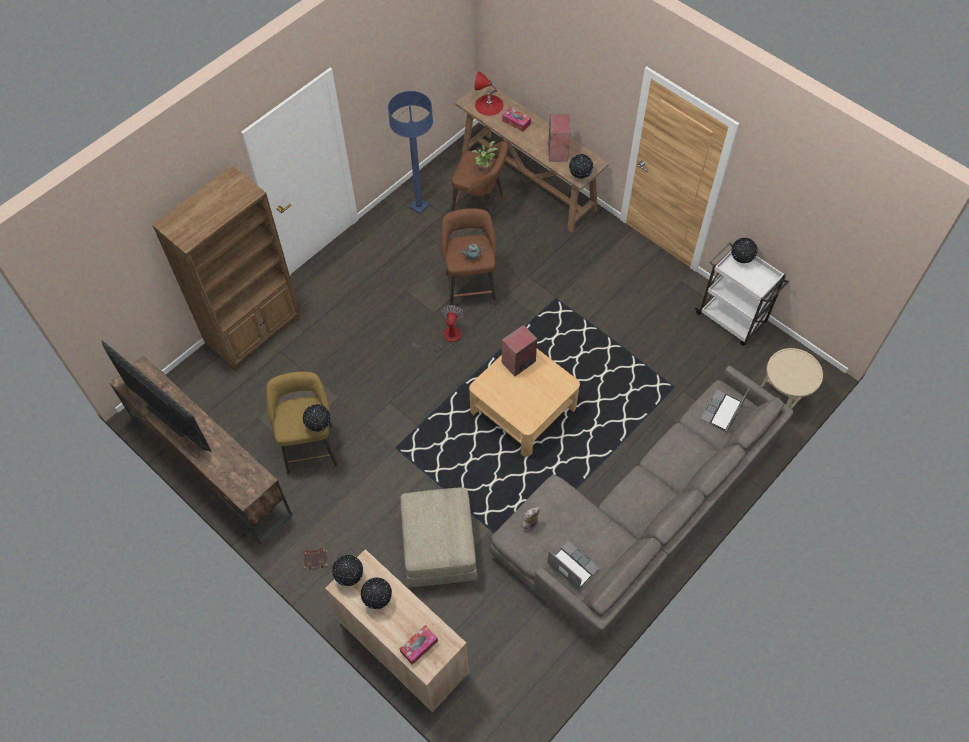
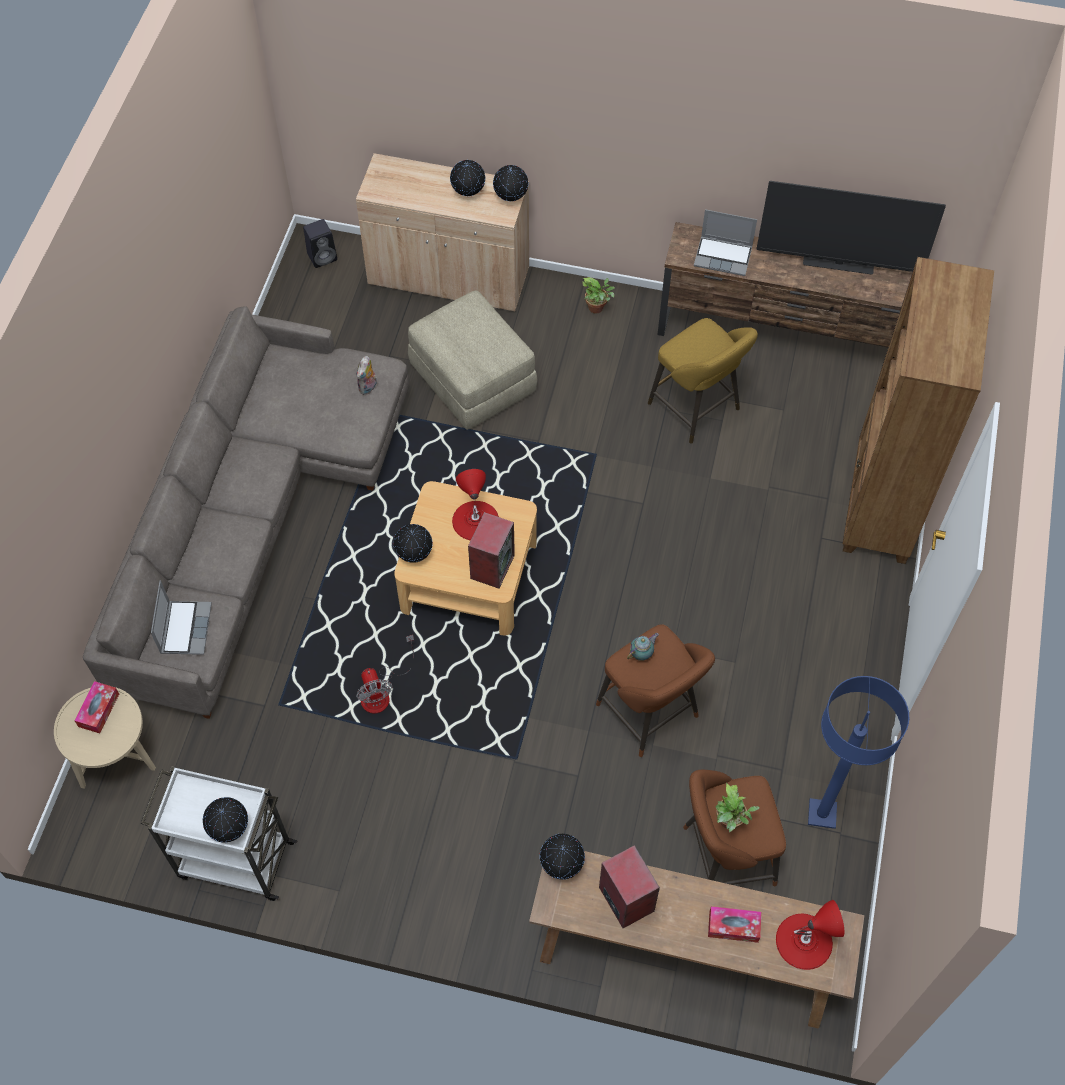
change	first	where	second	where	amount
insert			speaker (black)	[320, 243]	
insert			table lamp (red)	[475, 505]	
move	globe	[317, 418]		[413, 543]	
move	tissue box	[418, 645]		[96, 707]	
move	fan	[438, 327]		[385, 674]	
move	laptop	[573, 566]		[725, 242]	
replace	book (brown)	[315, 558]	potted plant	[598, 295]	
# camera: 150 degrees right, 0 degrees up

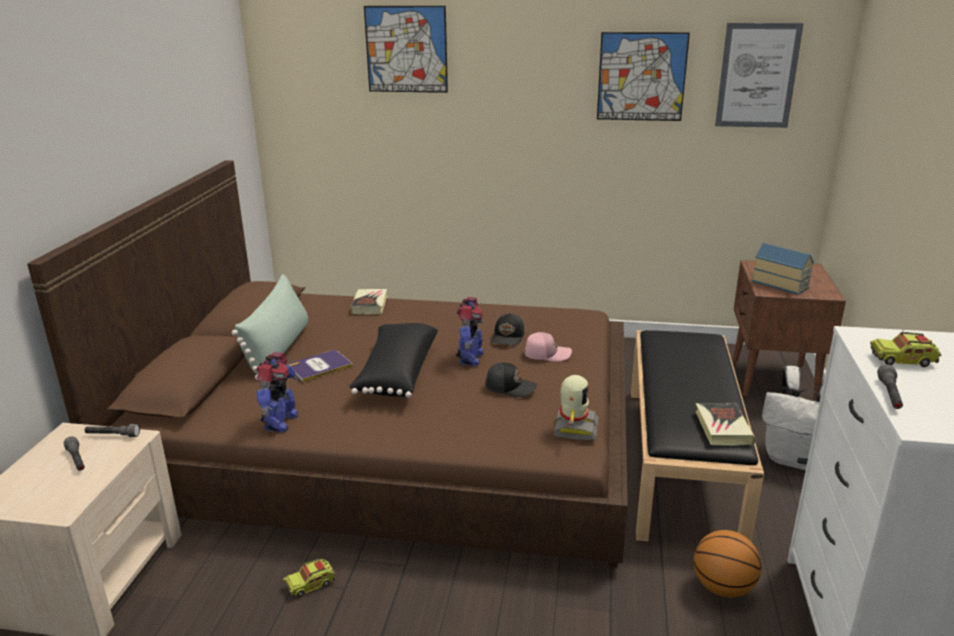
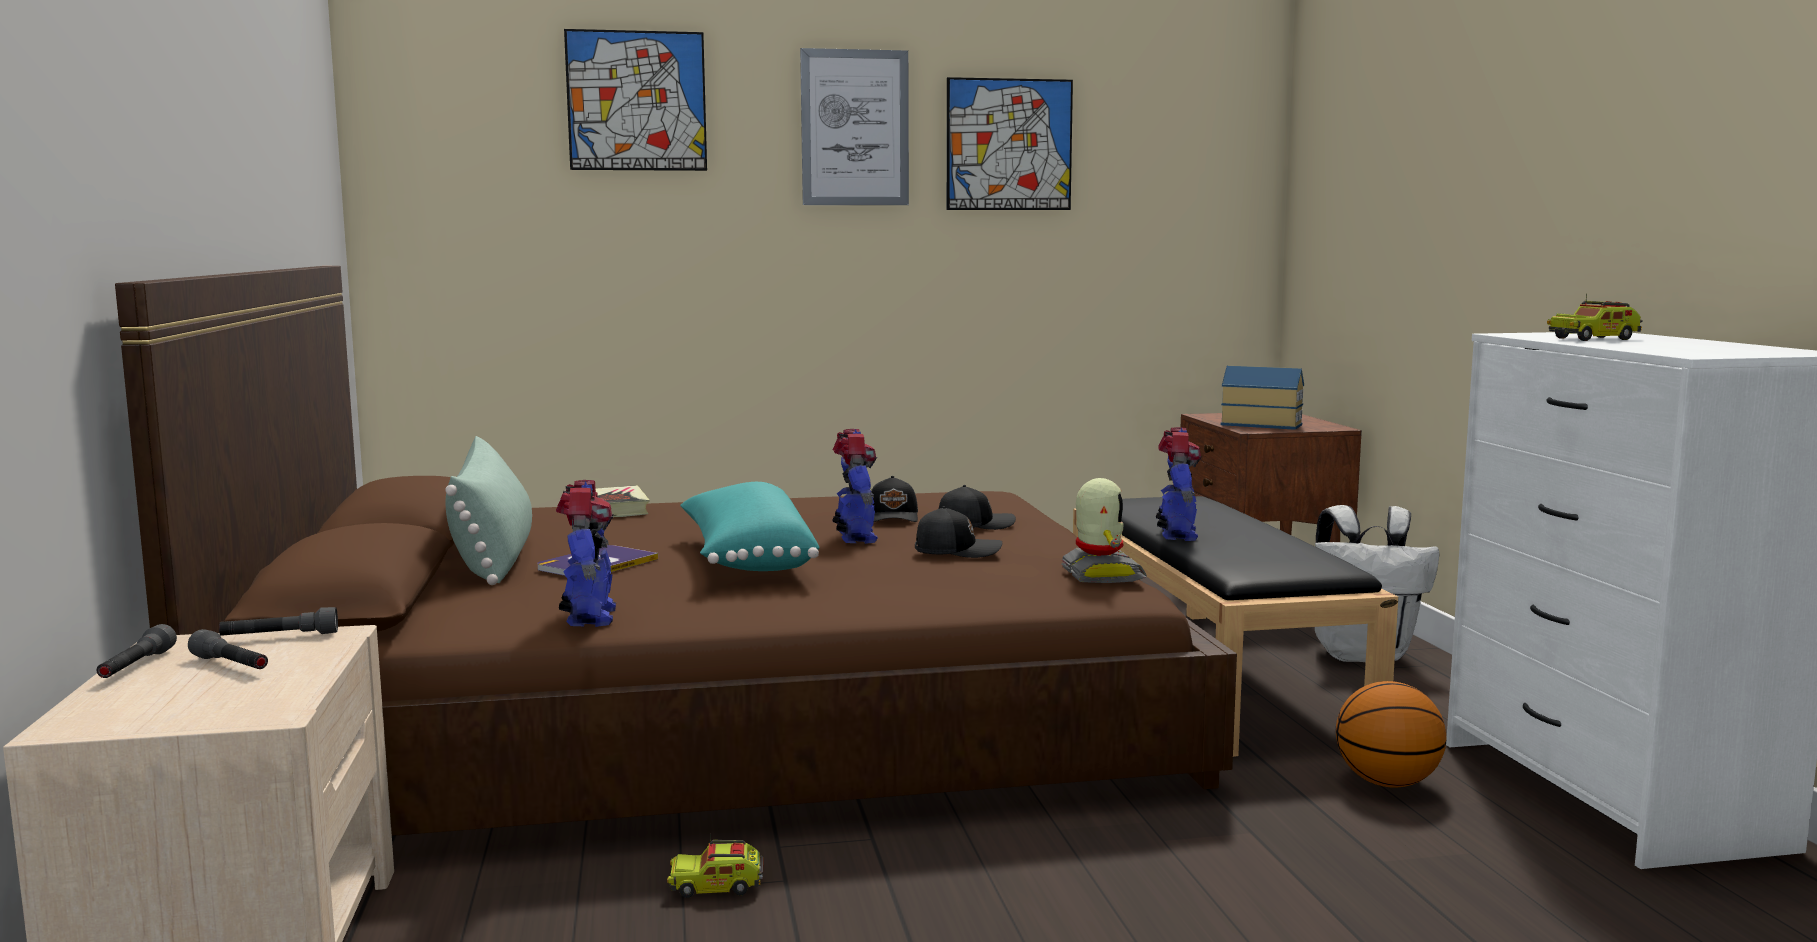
change	first	where	second	where	amount
delete	book	[725, 424]			
insert			toy robot	[1179, 484]	
move	picture	[759, 75]		[854, 126]	
move	flashlight (grey)	[890, 386]		[137, 651]	
recolor	pillow (black)	[393, 360]	pillow (turquoise)	[750, 526]	
recolor	cap (pink)	[548, 347]	cap (black)	[977, 507]	
rotate	toy truck	[309, 578]		[715, 866]	45 degrees clockwise
# camera: 20 degrees left, 15 degrees down

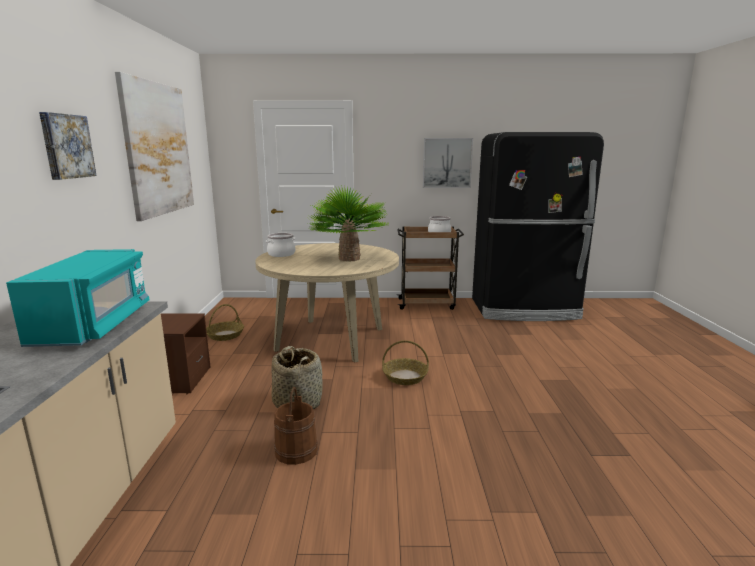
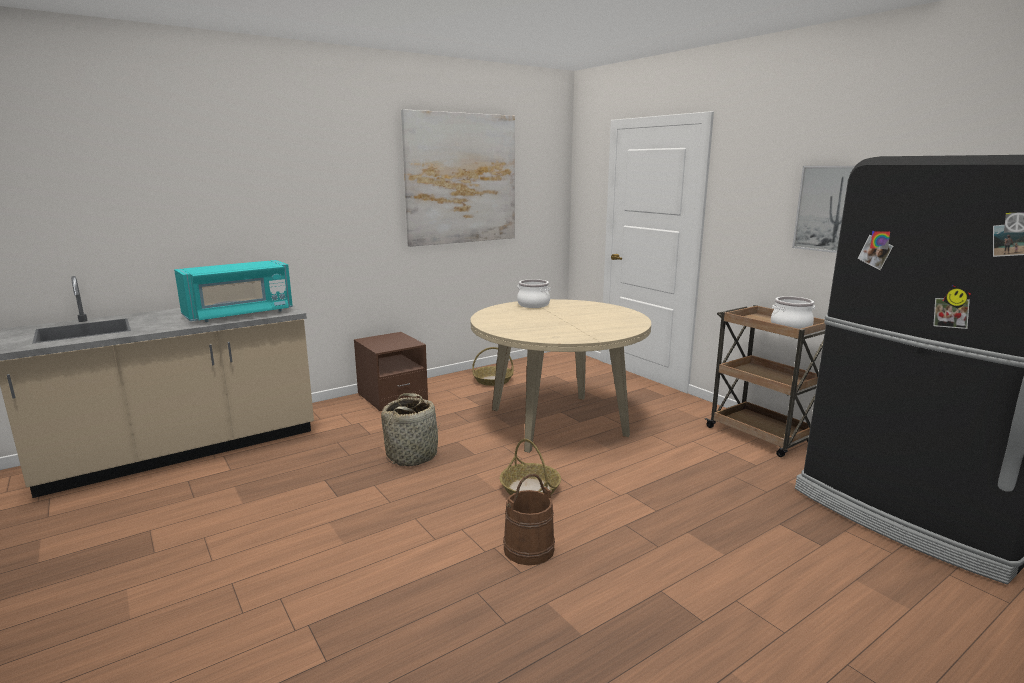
change	first	where	second	where	amount
delete	picture	[68, 146]			
delete	potted plant	[348, 223]			
move	bucket (brown)	[296, 426]		[529, 519]	
# camera: 55 degrees right, 0 degrees up

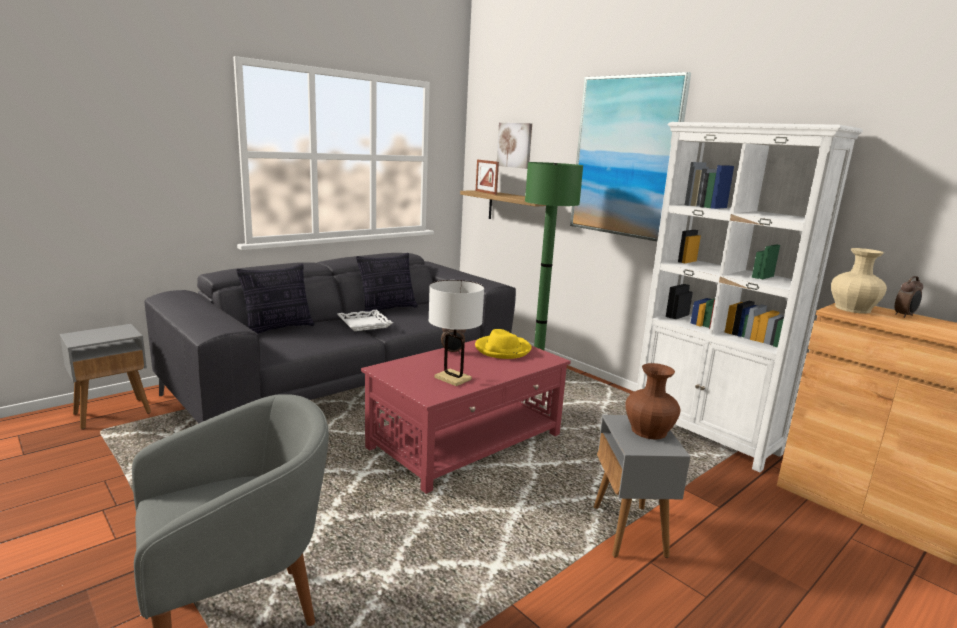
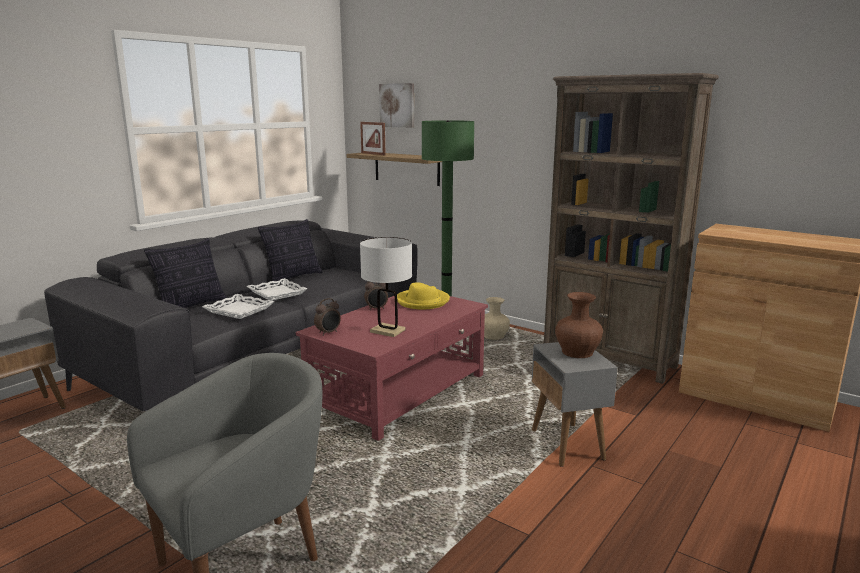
change	first	where	second	where	amount
delete	picture	[630, 156]			
insert			tray (white)	[238, 306]	
move	vase (beige)	[859, 281]		[497, 318]	
move	alarm clock	[909, 297]		[327, 317]	
recolor	bookcase (white)	[749, 297]	bookcase (brown)	[631, 228]	
# camera: 10 degrees left, 0 degrees up

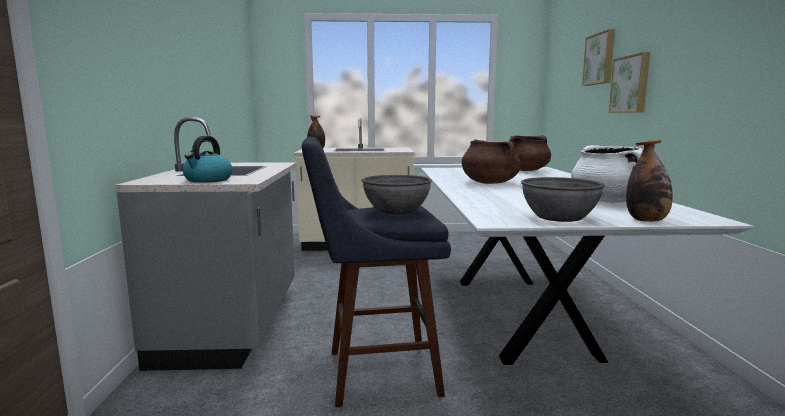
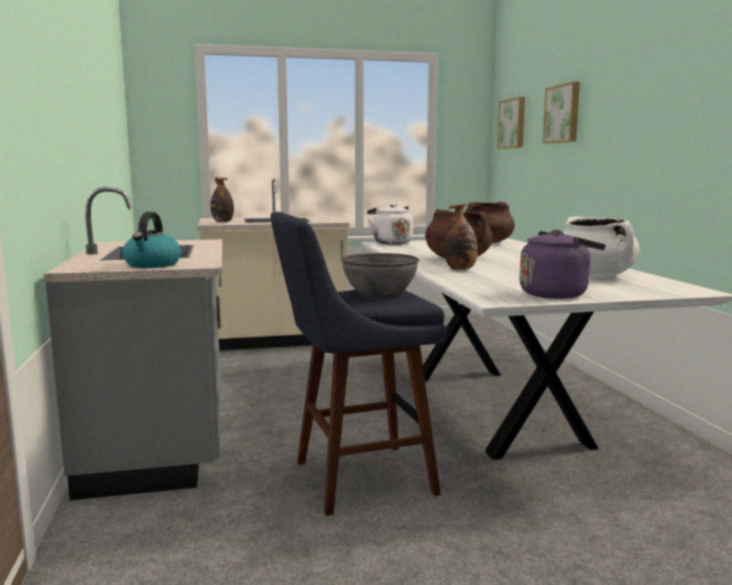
change	first	where	second	where	amount
insert			kettle (white)	[390, 224]	
move	picture	[629, 82]		[511, 123]	
move	bottle	[649, 181]		[461, 237]	
replace	bowl (grey)	[563, 199]	kettle (purple)	[563, 264]	
# camera: 10 degrees left, 0 degrees up

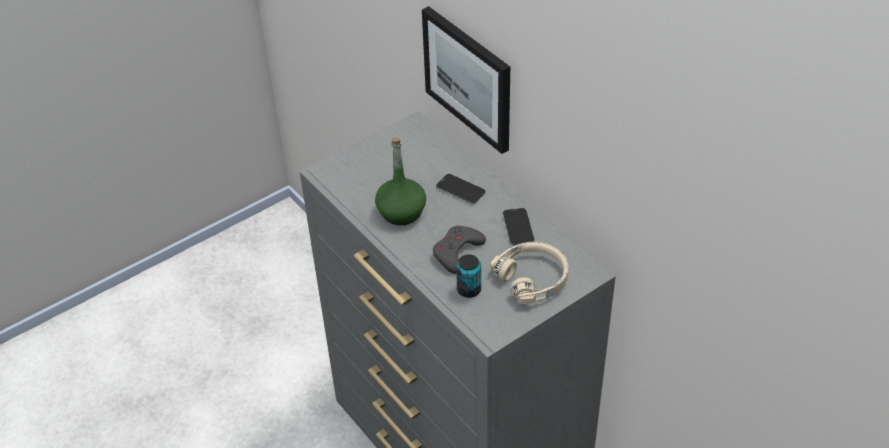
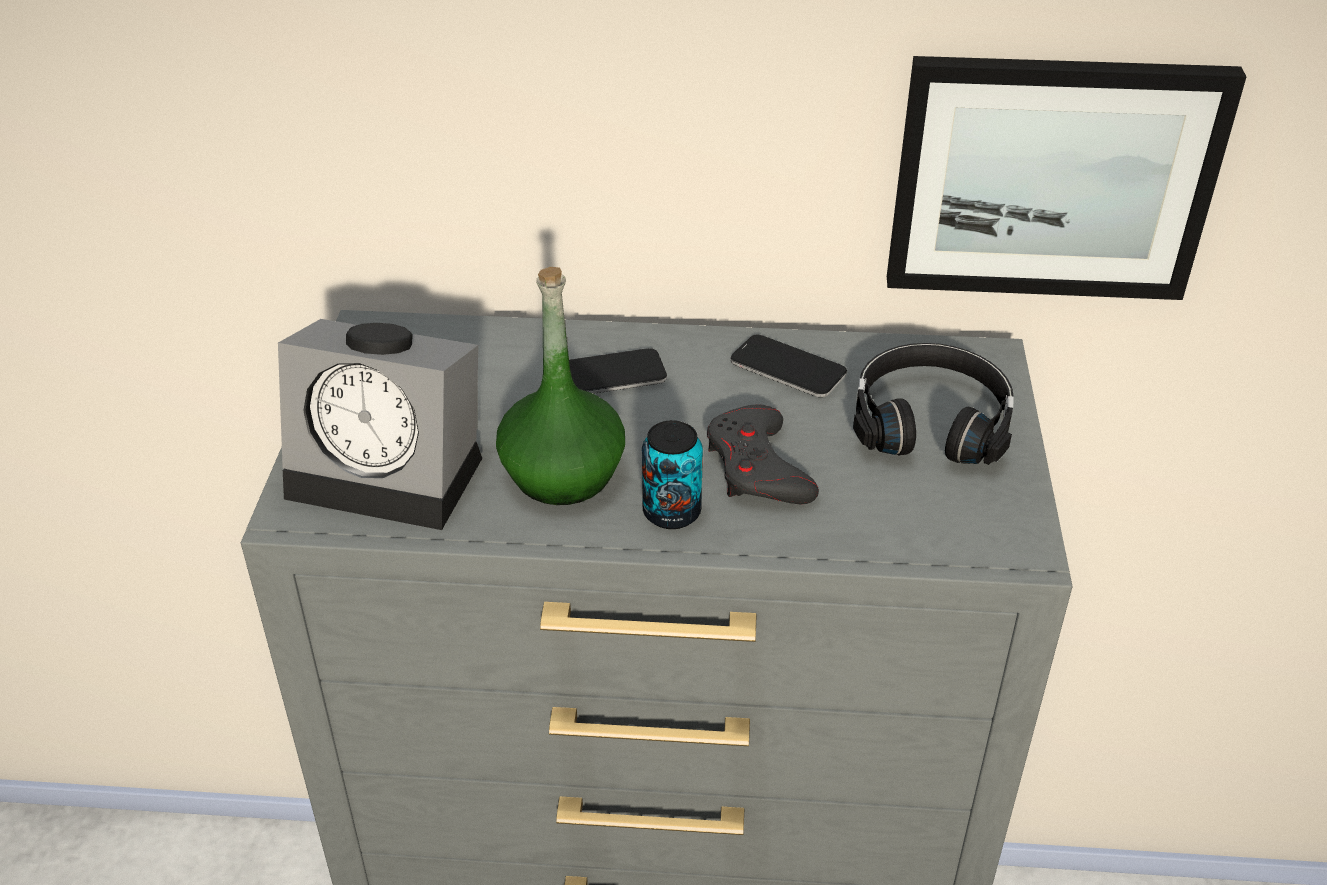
change	first	where	second	where	amount
insert			alarm clock	[380, 424]	
move	picture	[466, 80]		[1067, 178]	
move	can	[468, 276]		[672, 474]	
recolor	headphones (beige)	[529, 273]	headphones (black)	[933, 404]	
# camera: 50 degrees left, 5 degrees down

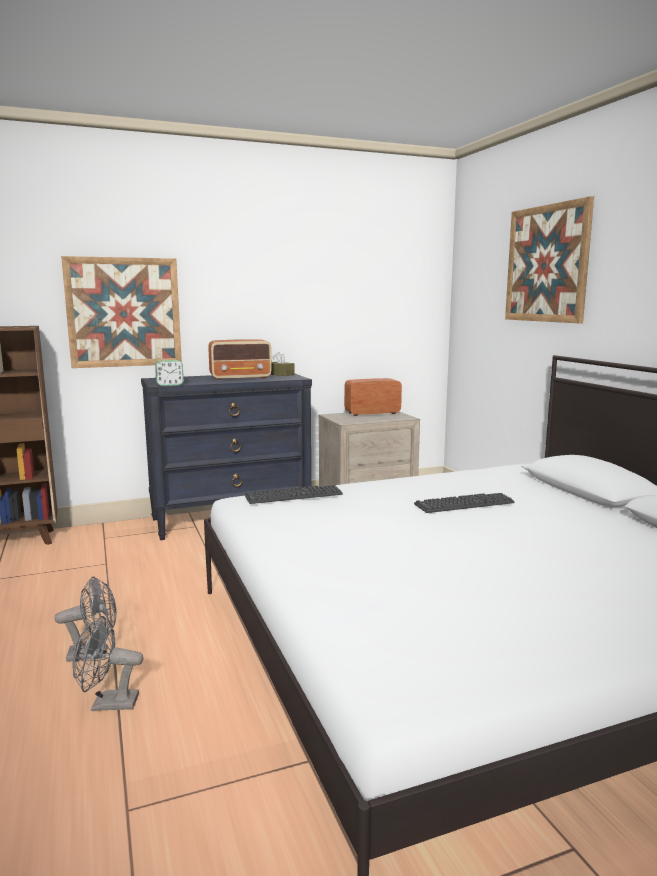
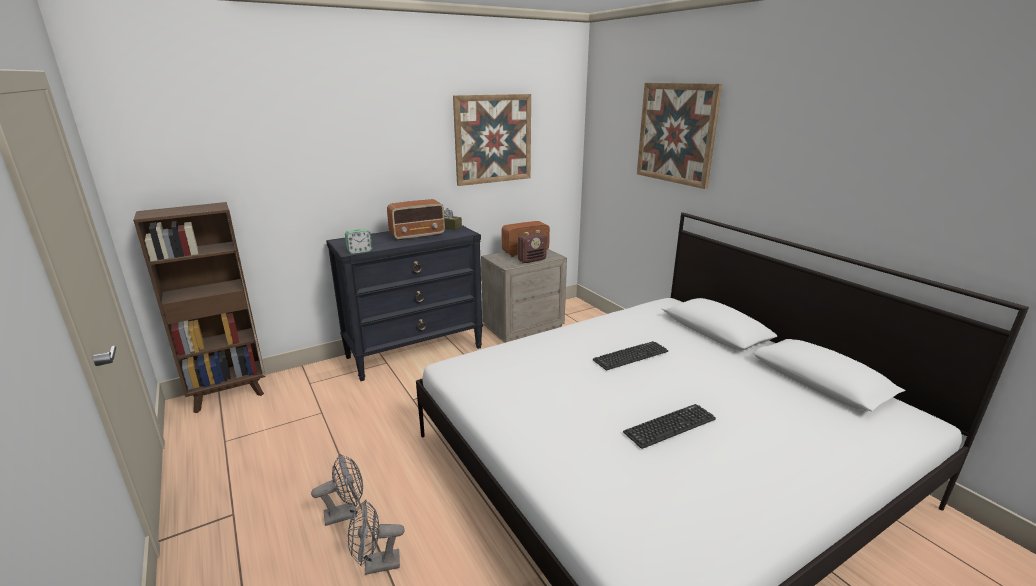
change	first	where	second	where	amount
insert			radio	[532, 246]	
move	picture	[121, 312]		[492, 140]	
move	keyboard	[293, 494]		[669, 426]	
# camera: 10 degrees left, 10 degrees up

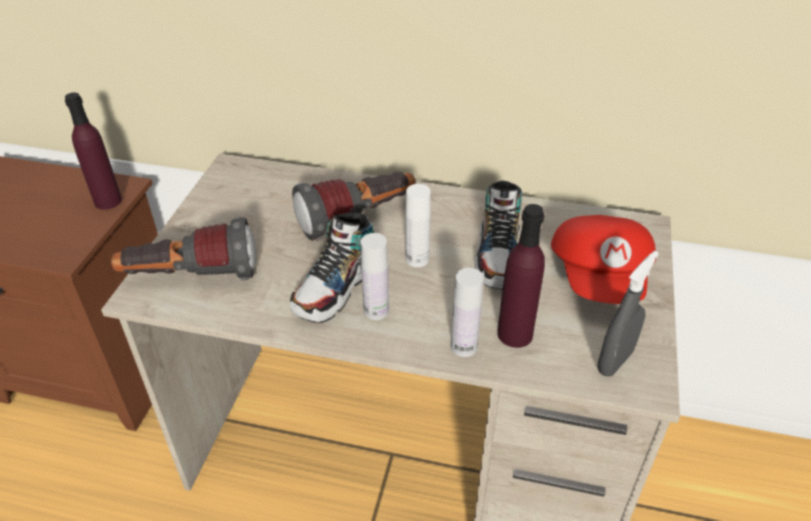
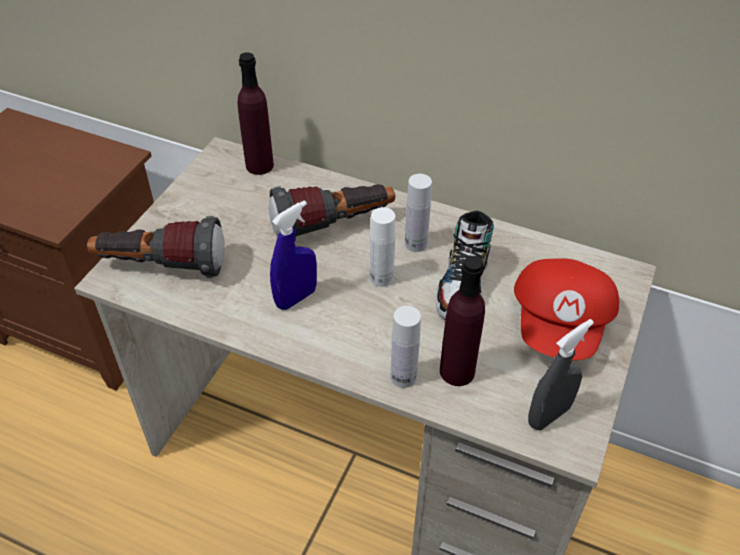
change	first	where	second	where	amount
move	bottle (purple)	[93, 151]		[256, 113]	
move	bottle (white)	[375, 276]		[418, 213]	
replace	shoe	[332, 268]	spray bottle (blue)	[293, 255]	
# camera: 10 degrees right, 5 degrees up

